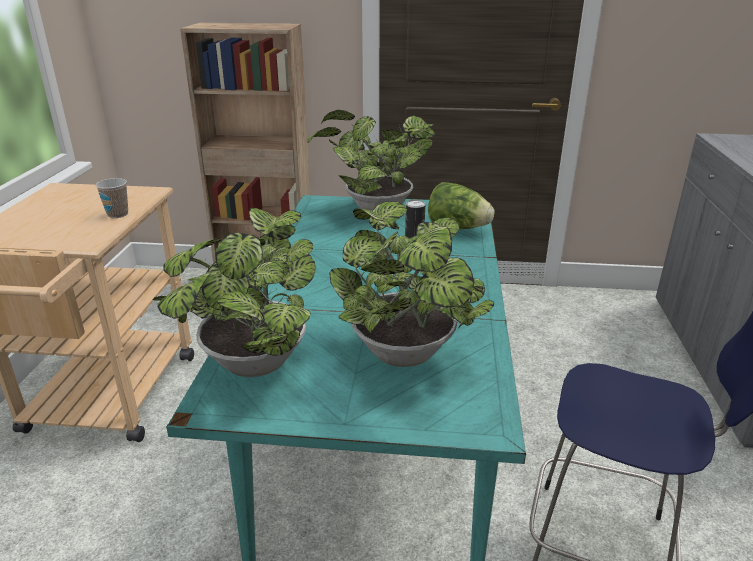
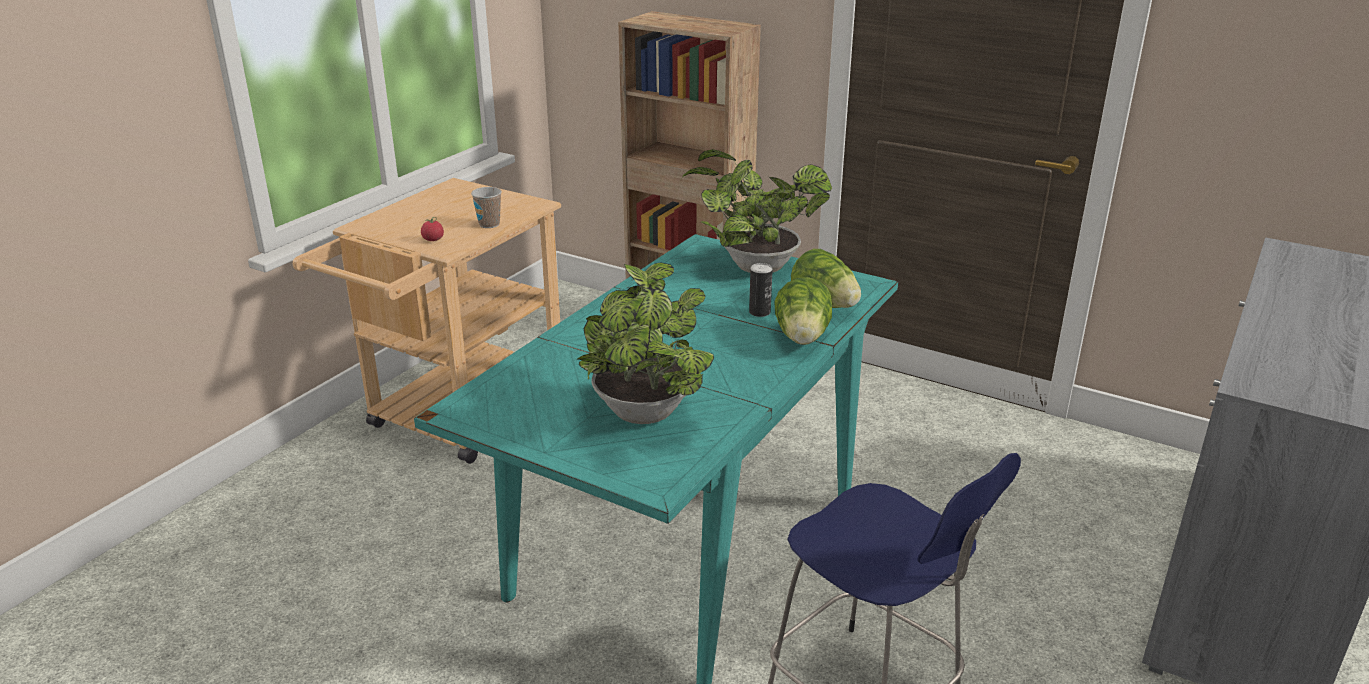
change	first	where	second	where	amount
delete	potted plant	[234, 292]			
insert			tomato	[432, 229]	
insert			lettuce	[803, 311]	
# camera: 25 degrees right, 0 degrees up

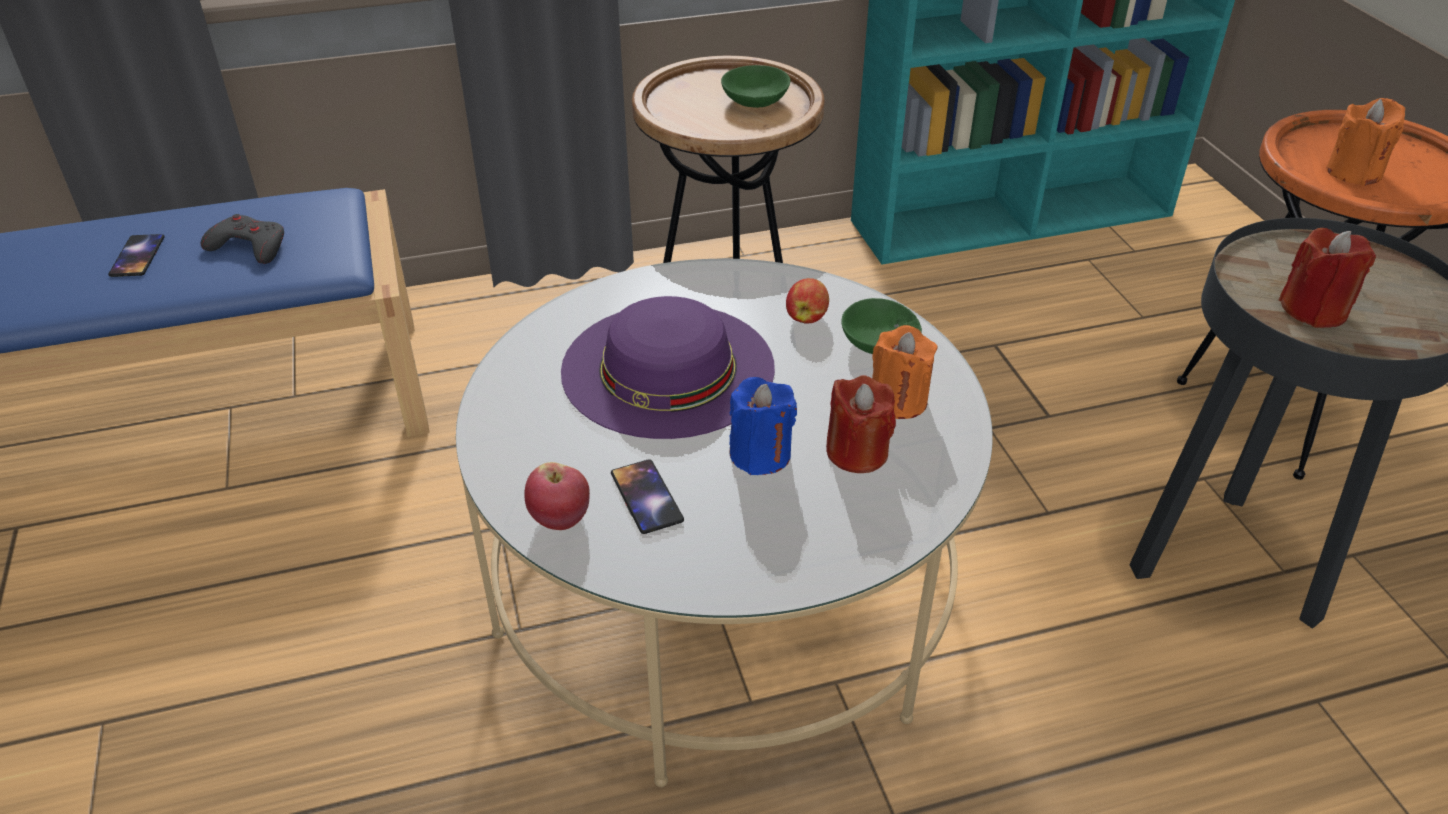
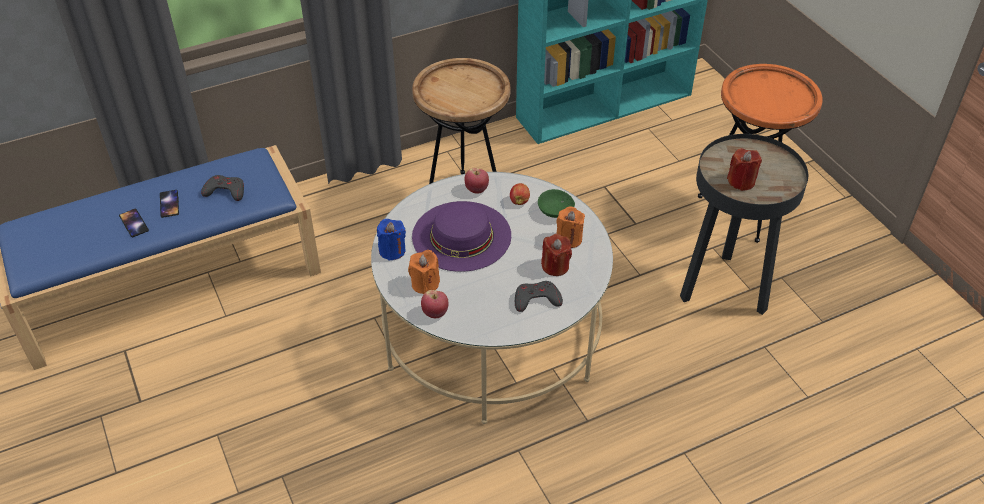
change	first	where	second	where	amount
delete	bowl (green)	[755, 86]			
insert			apple	[477, 181]	
insert			game controller (grey)	[539, 296]	
move	phone	[647, 496]		[134, 223]	
move	candle (blue)	[763, 426]		[391, 240]	
move	candle (orange)	[1366, 142]		[424, 272]	
# camera: 10 degrees left, 5 degrees up

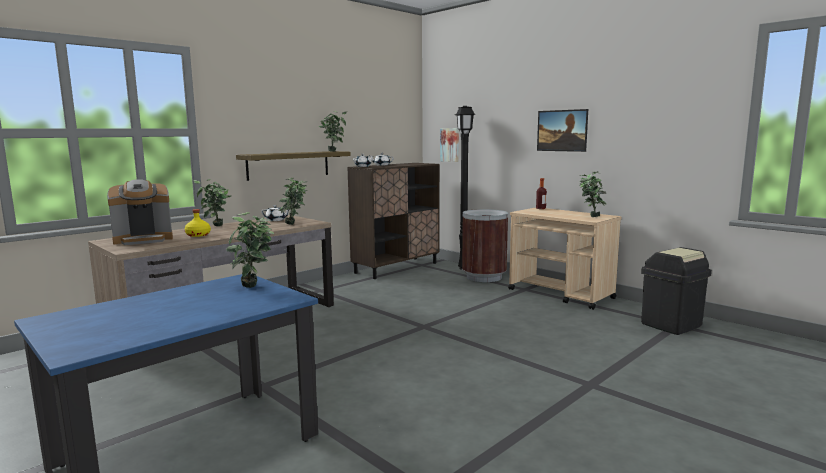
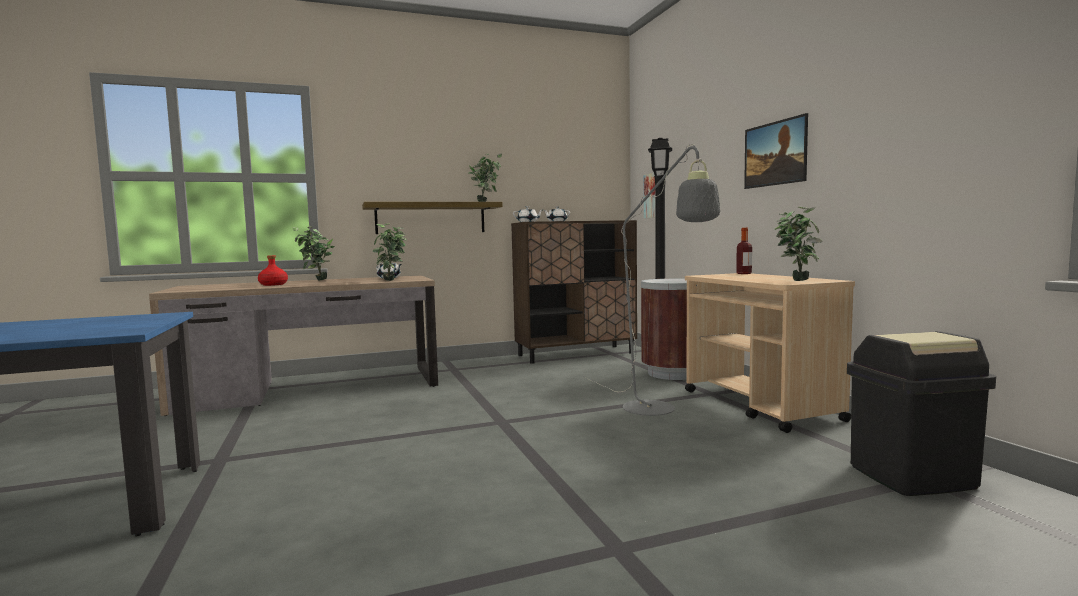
change	first	where	second	where	amount
delete	coffee machine	[140, 212]			
delete	potted plant	[250, 250]			
insert			floor lamp (grey)	[652, 280]	
recolor	bottle (yellow)	[198, 223]	bottle (red)	[273, 270]	
# camera: 25 degrees right, 5 degrees down

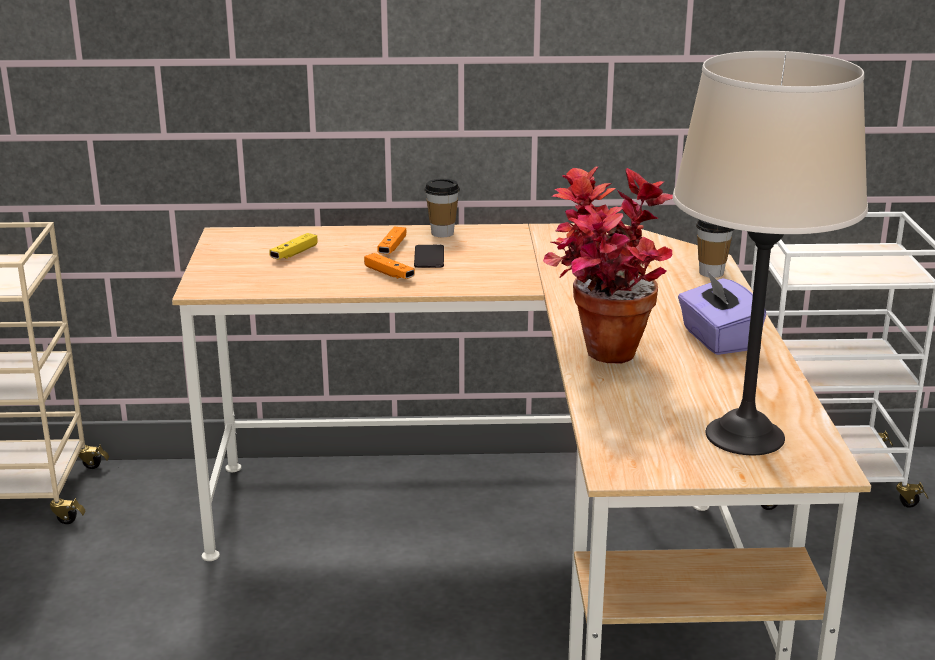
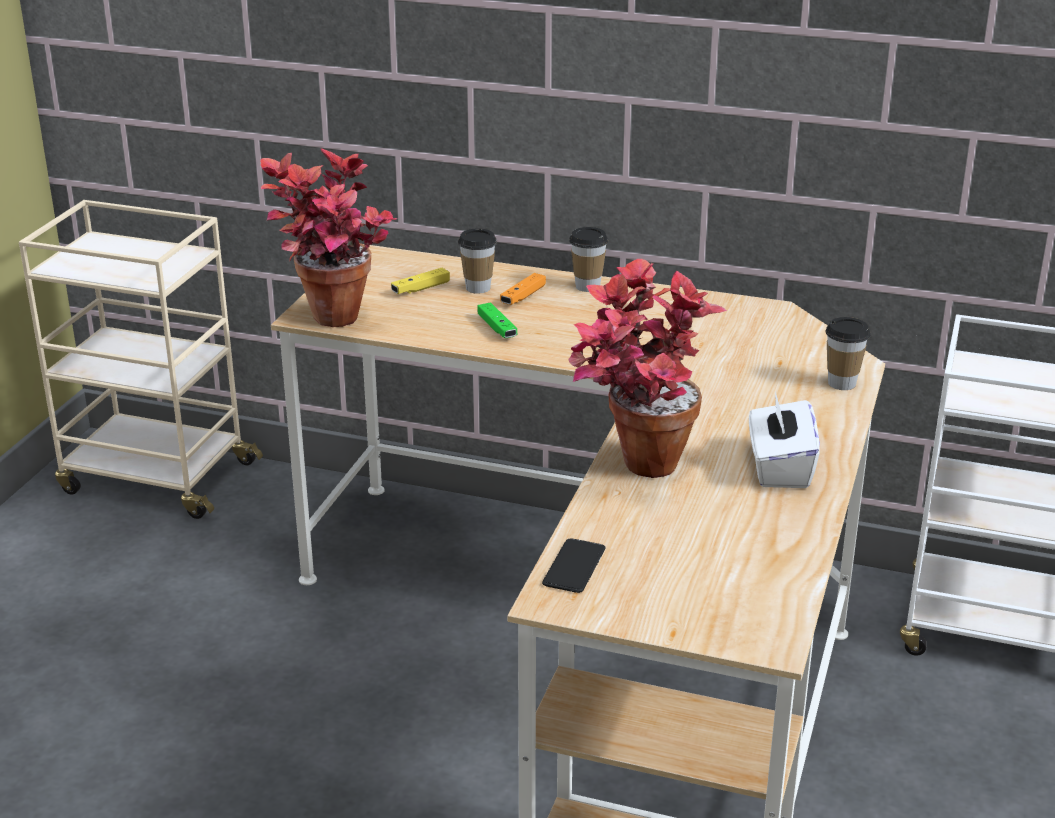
change	first	where	second	where	amount
delete	table lamp (beige)	[770, 253]			
insert			potted plant	[328, 237]	
insert			cup	[477, 261]	
move	phone	[429, 256]		[574, 565]	
recolor	game controller (orange)	[389, 266]	game controller (green)	[497, 320]	
recolor	tissue box (purple)	[722, 312]	tissue box (white)	[784, 439]	
# camera: 20 degrees right, 5 degrees up

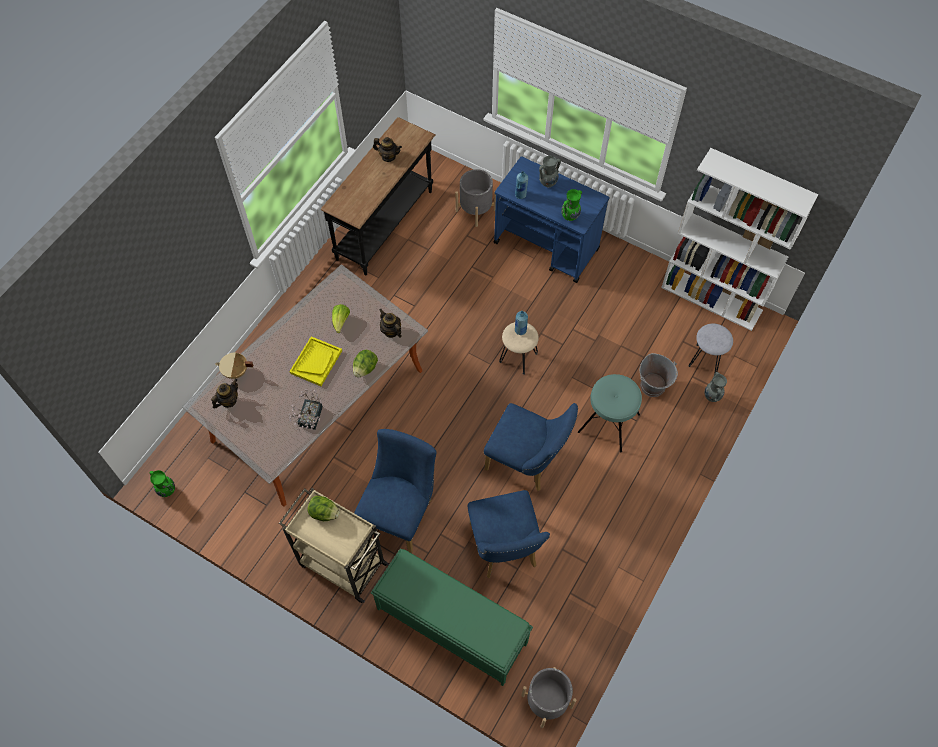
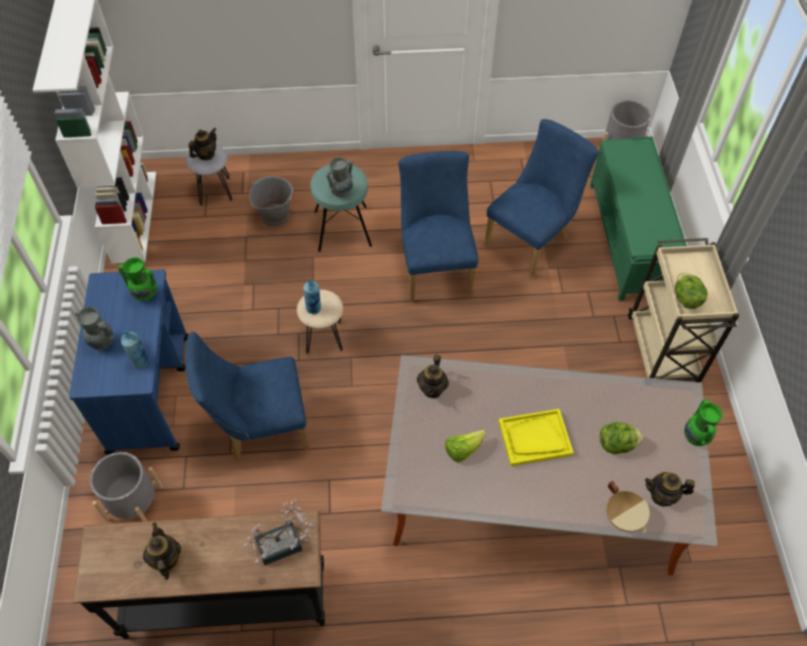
change	first	where	second	where	amount
insert			teapot	[202, 144]	
move	vase (green)	[162, 483]		[703, 422]	
move	potted plant	[306, 409]		[279, 531]	
move	lettuce	[365, 363]		[621, 438]	
move	chair (blue)	[395, 491]		[247, 397]	
move	vase (grey)	[715, 387]		[339, 177]	
# camera: 125 degrees left, 5 degrees down

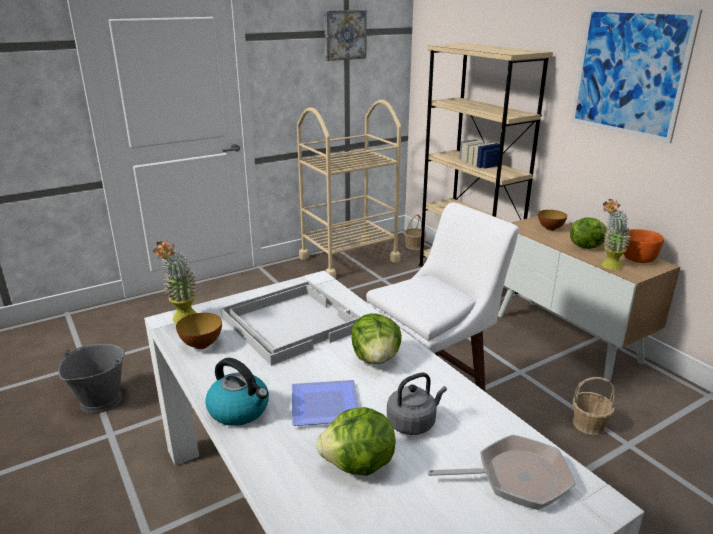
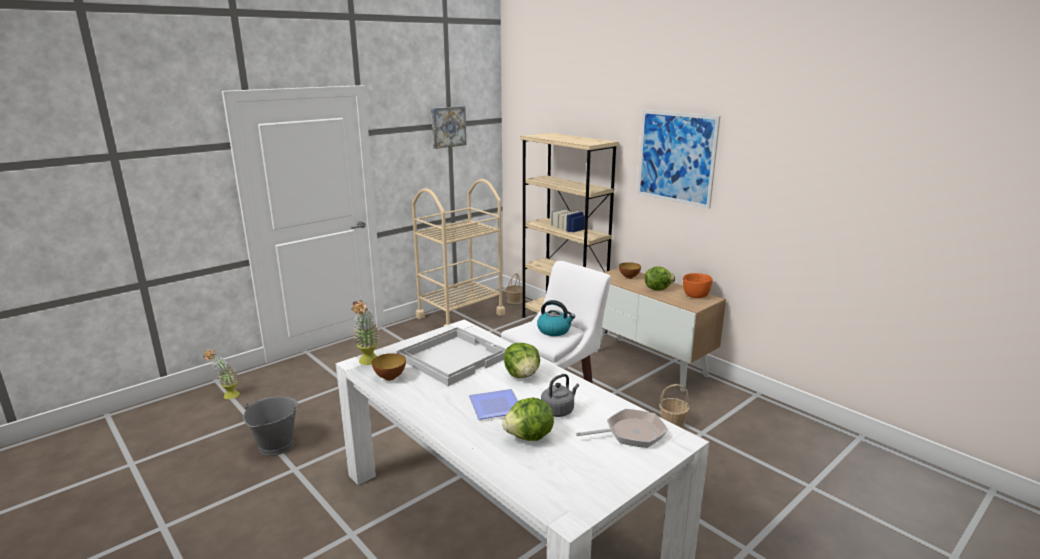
change	first	where	second	where	amount
move	kettle	[237, 392]		[556, 318]	
move	potted plant	[616, 234]		[221, 374]	
# camera: 10 degrees left, 5 degrees down

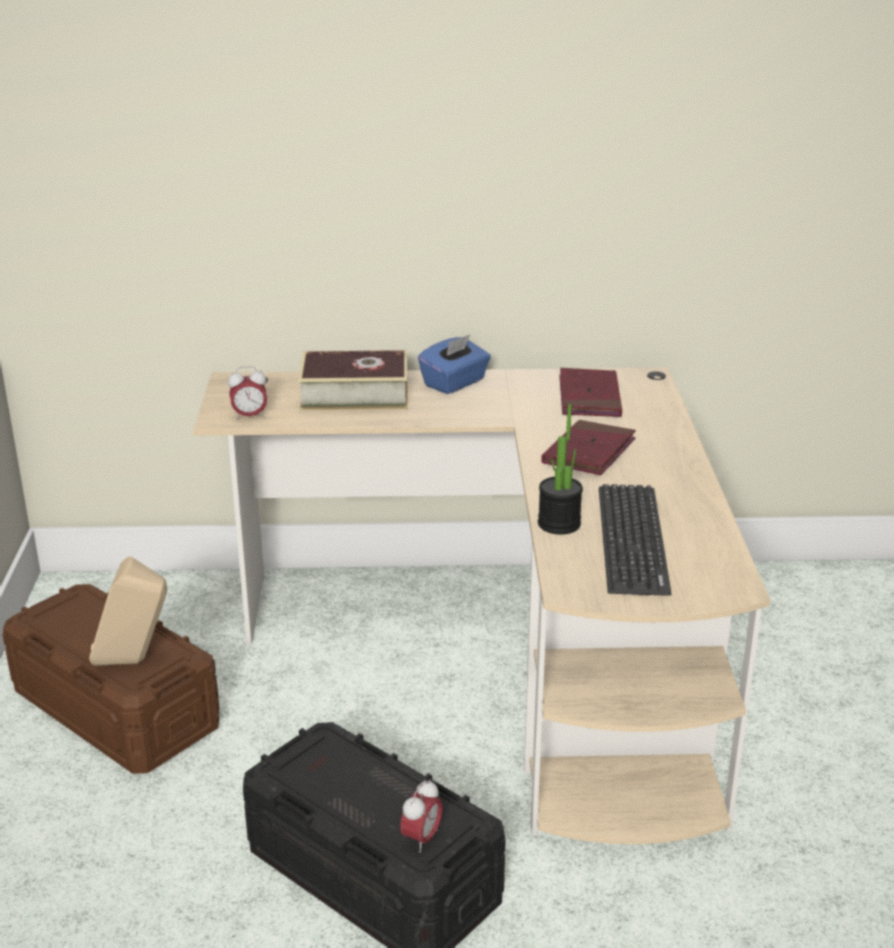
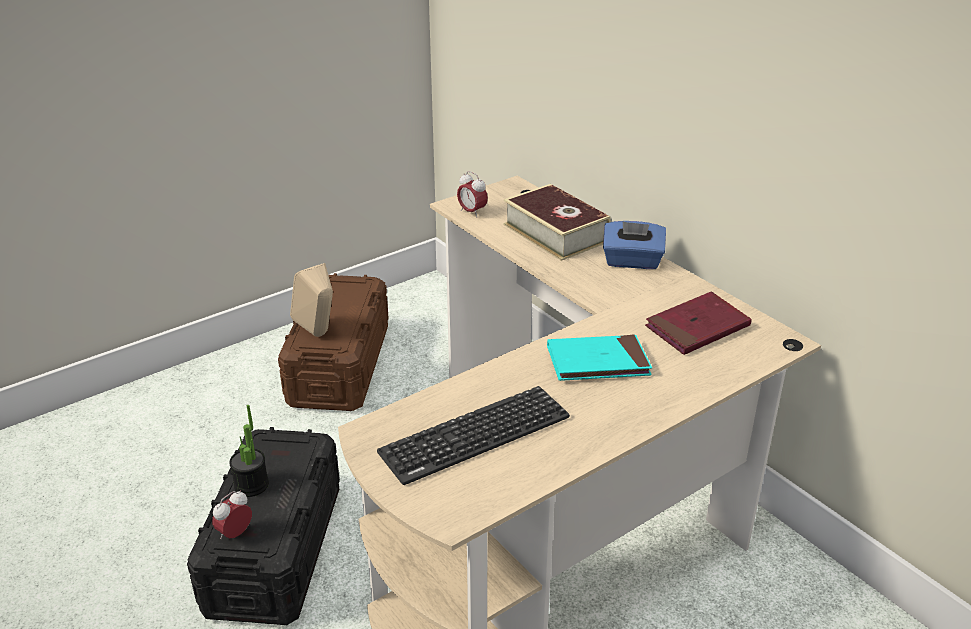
change	first	where	second	where	amount
move	potted plant	[560, 469]		[249, 451]	
recolor	book (red)	[588, 447]	book (turquoise)	[599, 357]	
rotate	alarm clock	[421, 816]		[232, 515]	135 degrees clockwise
# camera: 55 degrees right, 5 degrees up

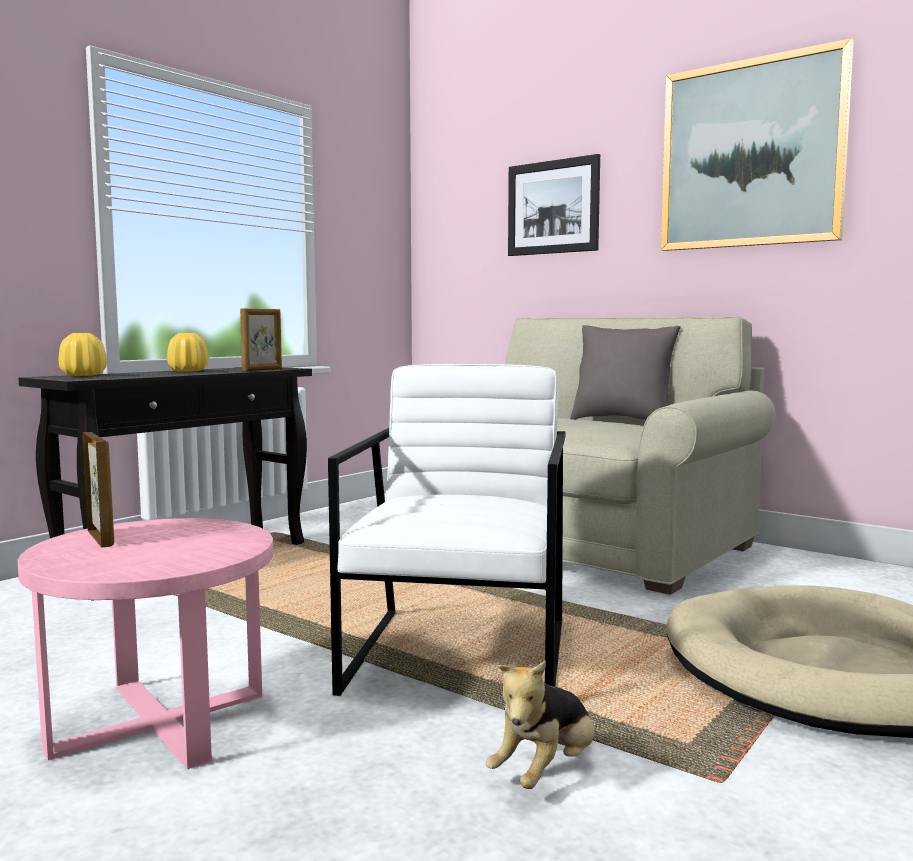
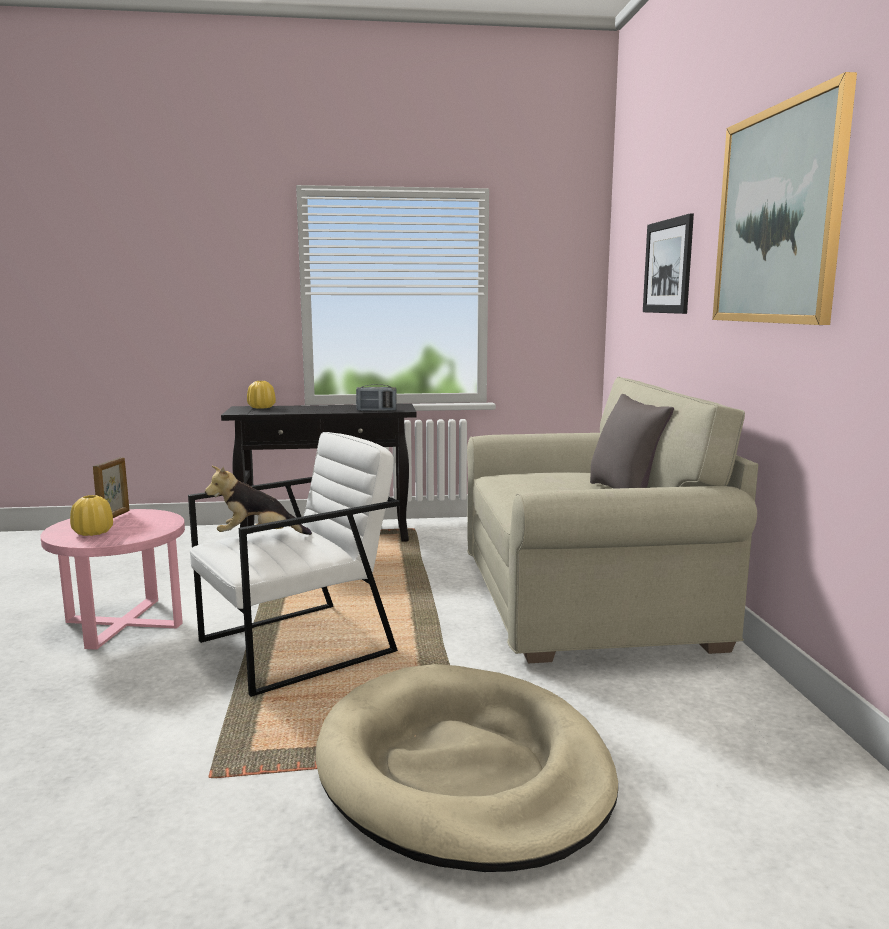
change	first	where	second	where	amount
move	vase (yellow)	[188, 352]		[91, 515]	
move	plush toy	[540, 725]		[258, 500]	
replace	picture frame	[261, 339]	radio	[376, 397]	
# camera: 45 degrees right, 5 degrees up

